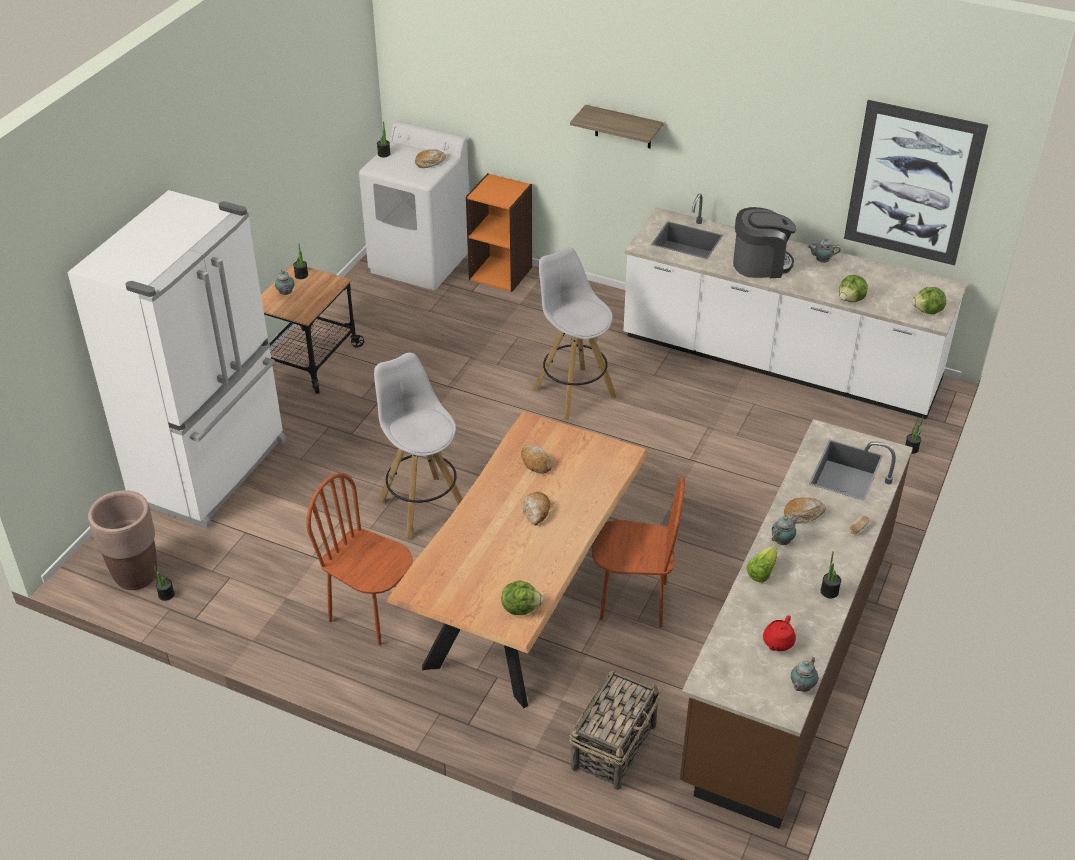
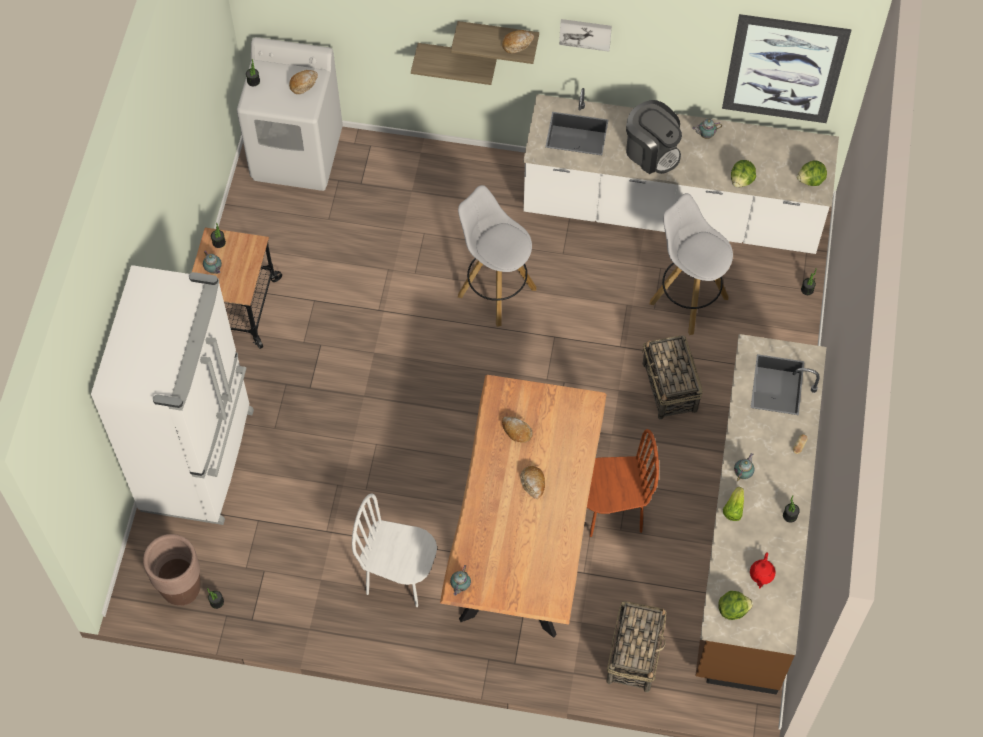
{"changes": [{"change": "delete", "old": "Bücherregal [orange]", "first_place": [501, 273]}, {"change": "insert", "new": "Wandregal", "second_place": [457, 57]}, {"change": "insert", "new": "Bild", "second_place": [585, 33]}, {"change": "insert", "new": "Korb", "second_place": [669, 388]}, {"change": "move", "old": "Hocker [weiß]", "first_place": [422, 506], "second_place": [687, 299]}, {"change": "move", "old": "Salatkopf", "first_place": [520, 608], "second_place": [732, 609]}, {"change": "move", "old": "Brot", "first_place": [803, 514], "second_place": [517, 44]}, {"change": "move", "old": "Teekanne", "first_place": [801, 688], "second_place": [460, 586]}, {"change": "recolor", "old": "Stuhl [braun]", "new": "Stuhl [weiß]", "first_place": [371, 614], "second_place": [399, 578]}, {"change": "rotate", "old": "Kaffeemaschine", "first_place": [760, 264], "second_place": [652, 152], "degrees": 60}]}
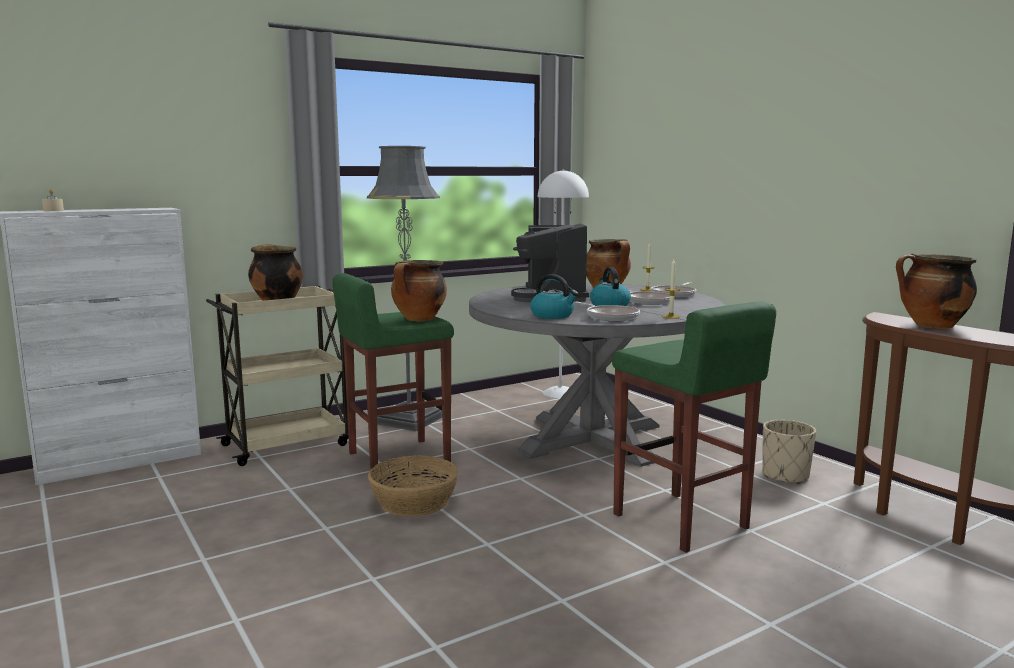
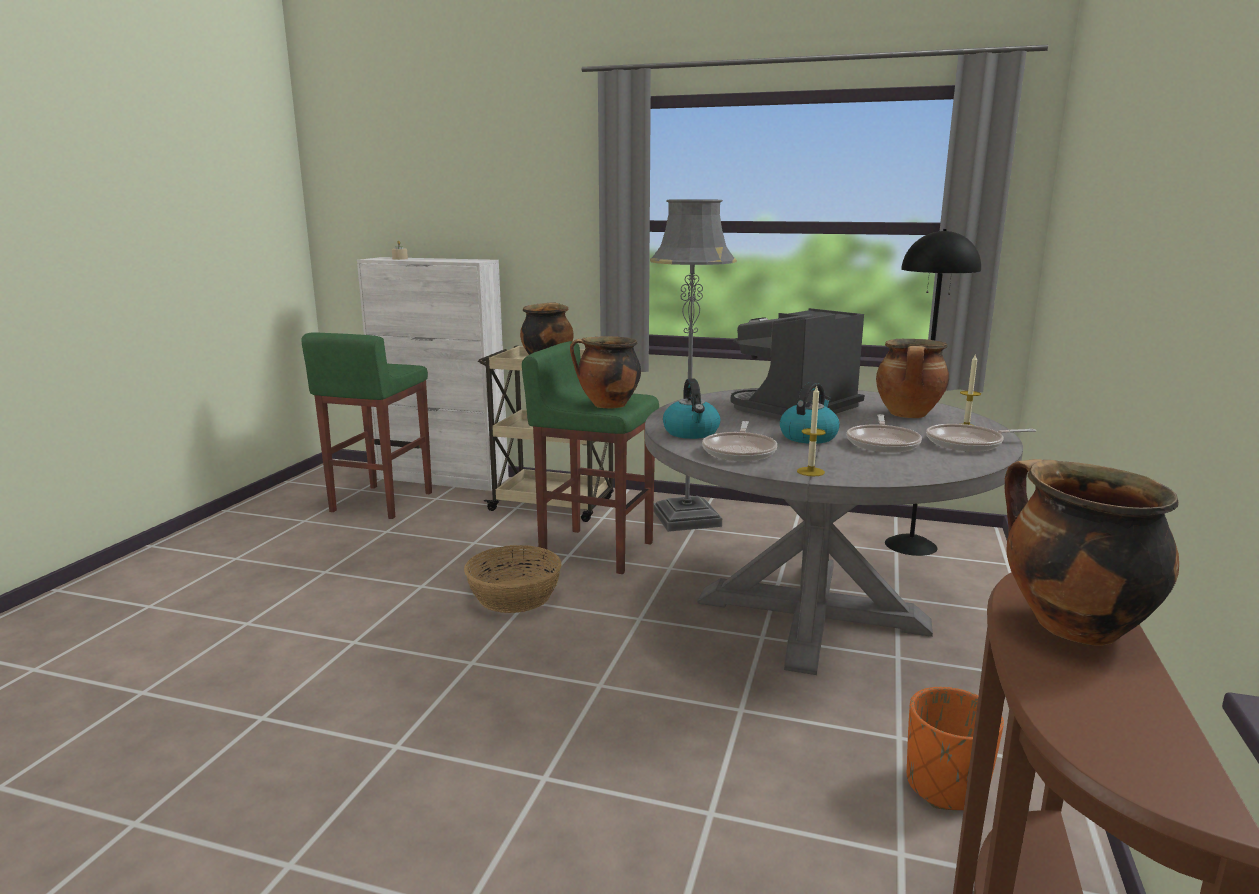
{"changes": [{"change": "move", "old": "Hocker [grün]", "first_place": [680, 522], "second_place": [380, 502]}, {"change": "recolor", "old": "Stehlampe [weiß]", "new": "Stehlampe [schwarz]", "first_place": [560, 393], "second_place": [911, 545]}, {"change": "recolor", "old": "Pflanzkübel [beige]", "new": "Pflanzkübel [orange]", "first_place": [786, 475], "second_place": [946, 787]}]}
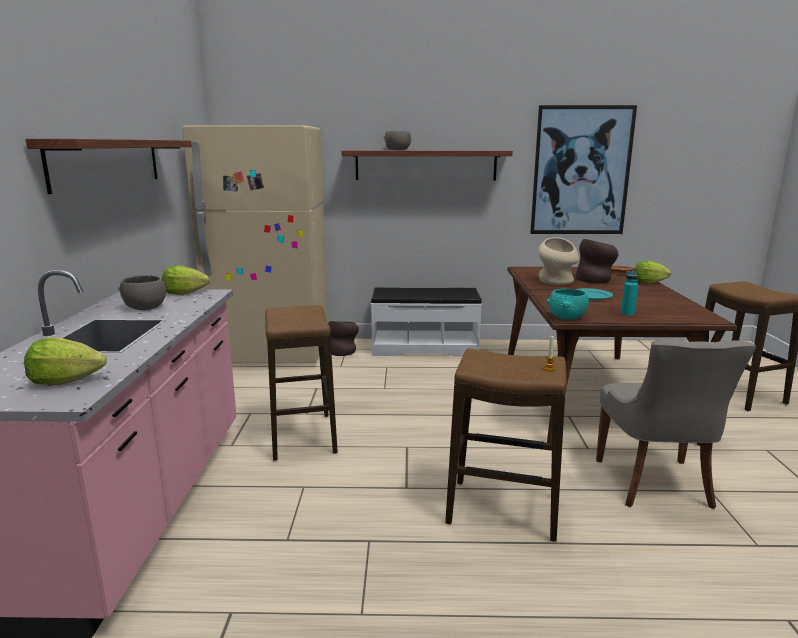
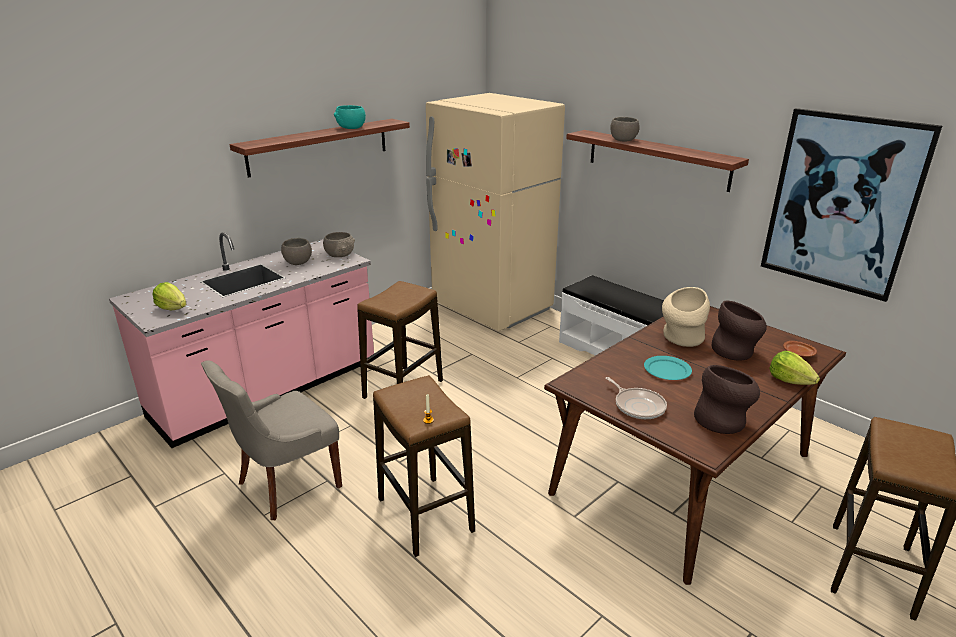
{"changes": [{"change": "move", "old": "Vase [braun]", "first_place": [343, 351], "second_place": [722, 420]}, {"change": "move", "old": "Schüssel [türkis]", "first_place": [567, 317], "second_place": [351, 127]}, {"change": "move", "old": "Stuhl [grau]", "first_place": [655, 484], "second_place": [286, 485]}, {"change": "replace", "old": "Salatkopf", "new": "Schüssel [grau]", "first_place": [184, 293], "second_place": [340, 255]}, {"change": "replace", "old": "Flasche [türkis]", "new": "Pfanne", "first_place": [627, 314], "second_place": [638, 406]}]}
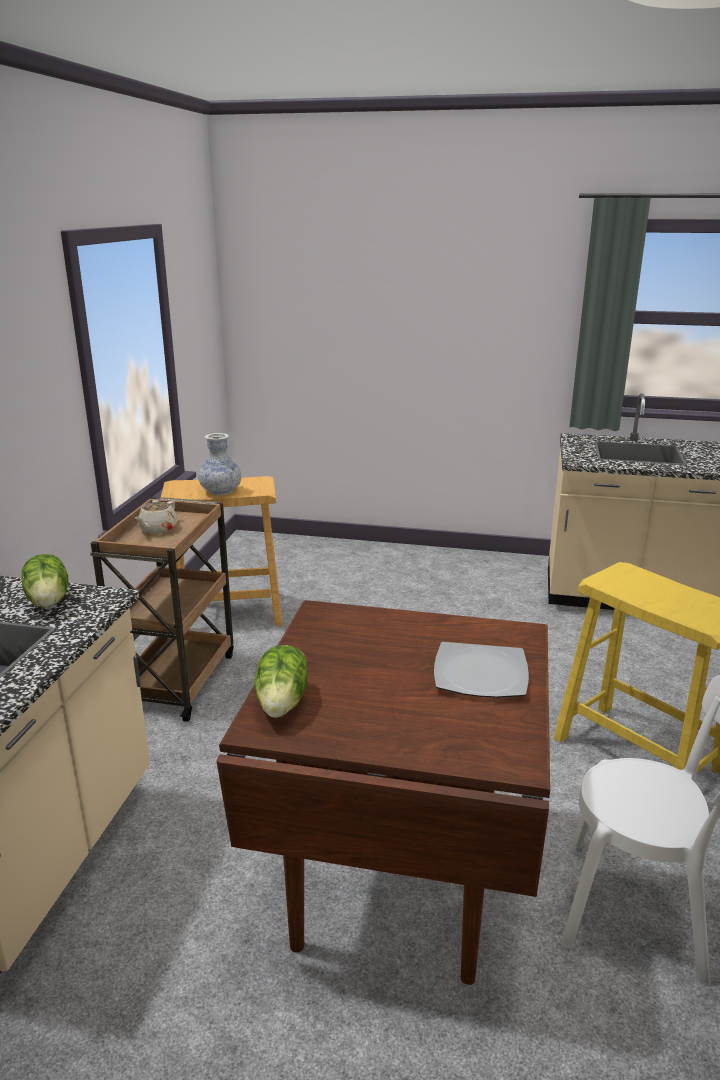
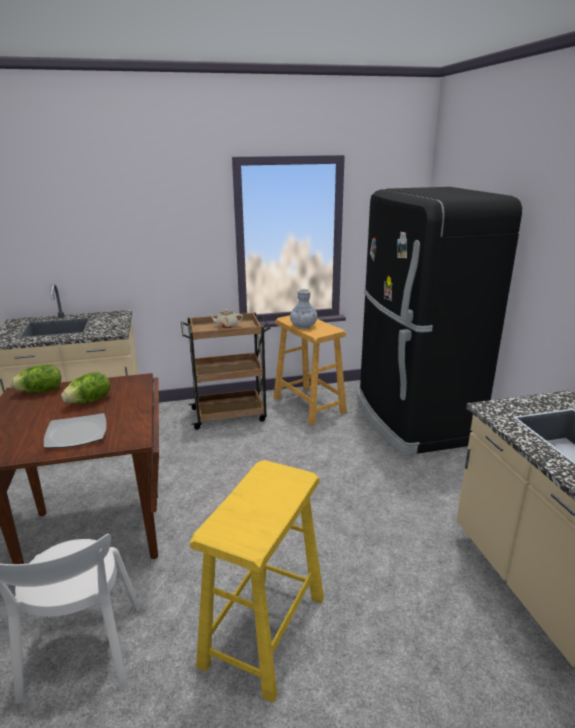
{"changes": [{"change": "insert", "new": "Kühlschrank [schwarz]", "second_place": [412, 420]}, {"change": "move", "old": "Salatkopf", "first_place": [49, 601], "second_place": [90, 401]}]}
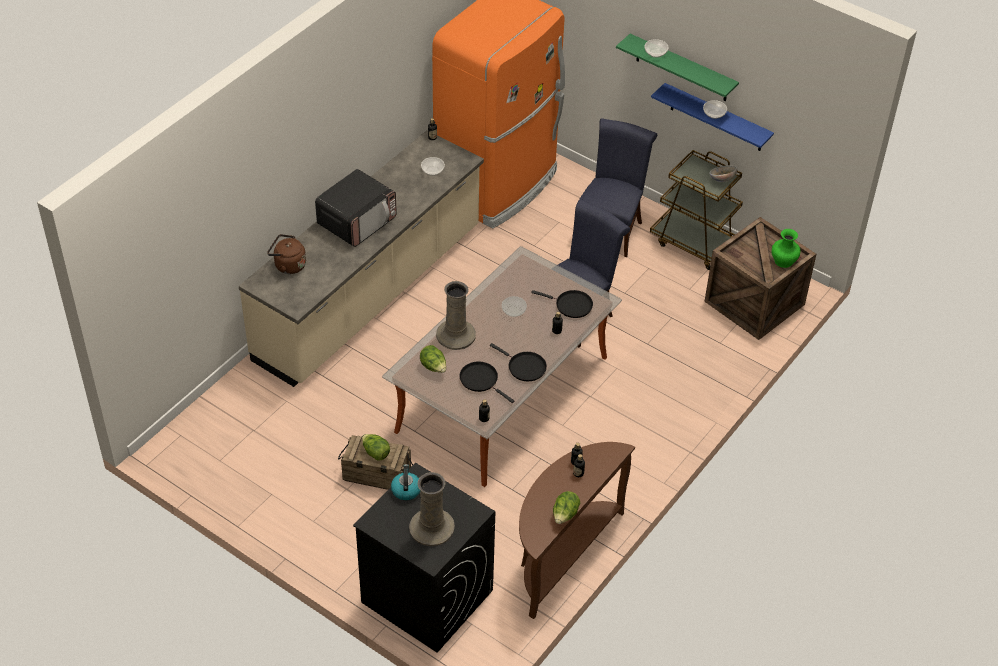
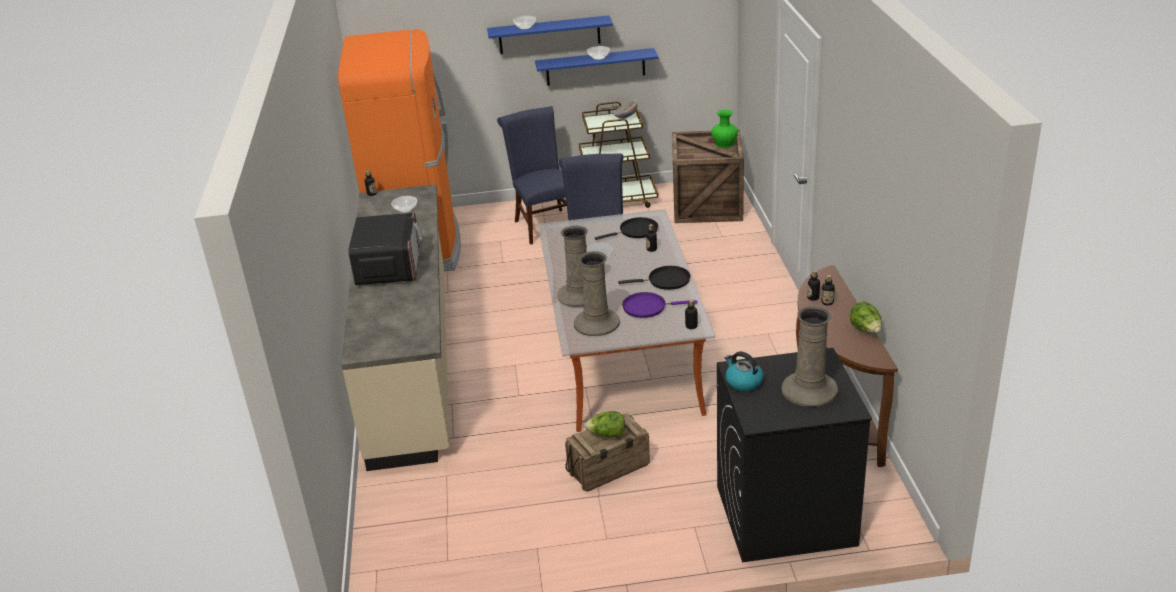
{"changes": [{"change": "delete", "old": "Wasserkessel [braun]", "first_place": [288, 265]}, {"change": "replace", "old": "Salatkopf", "new": "Vase [beige]", "first_place": [433, 367], "second_place": [596, 323]}, {"change": "recolor", "old": "Pfanne [schwarz]", "new": "Pfanne [lila]", "first_place": [481, 380], "second_place": [647, 307]}, {"change": "recolor", "old": "Wandregal [grün]", "new": "Wandregal [blau]", "first_place": [682, 68], "second_place": [549, 35]}]}
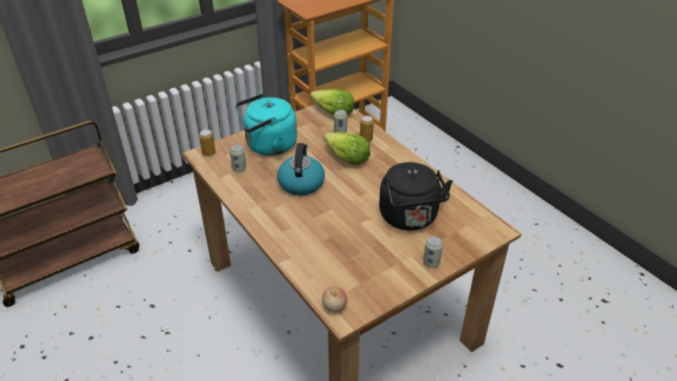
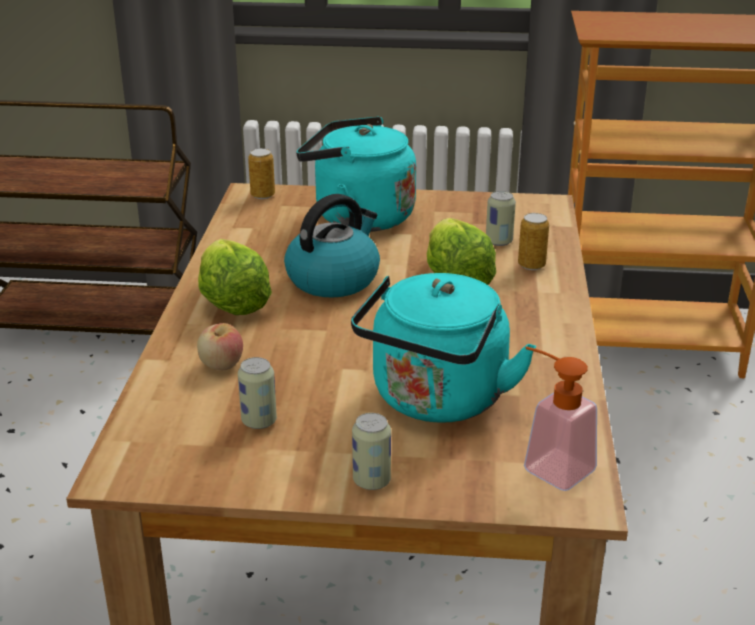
{"changes": [{"change": "insert", "new": "Seifenspender", "second_place": [549, 465]}, {"change": "move", "old": "Dose", "first_place": [239, 169], "second_place": [259, 421]}, {"change": "move", "old": "Salatkopf", "first_place": [333, 113], "second_place": [232, 300]}, {"change": "move", "old": "Apfel", "first_place": [334, 307], "second_place": [221, 365]}, {"change": "recolor", "old": "Wasserkessel [schwarz]", "new": "Wasserkessel [türkis]", "first_place": [410, 218], "second_place": [436, 401]}]}
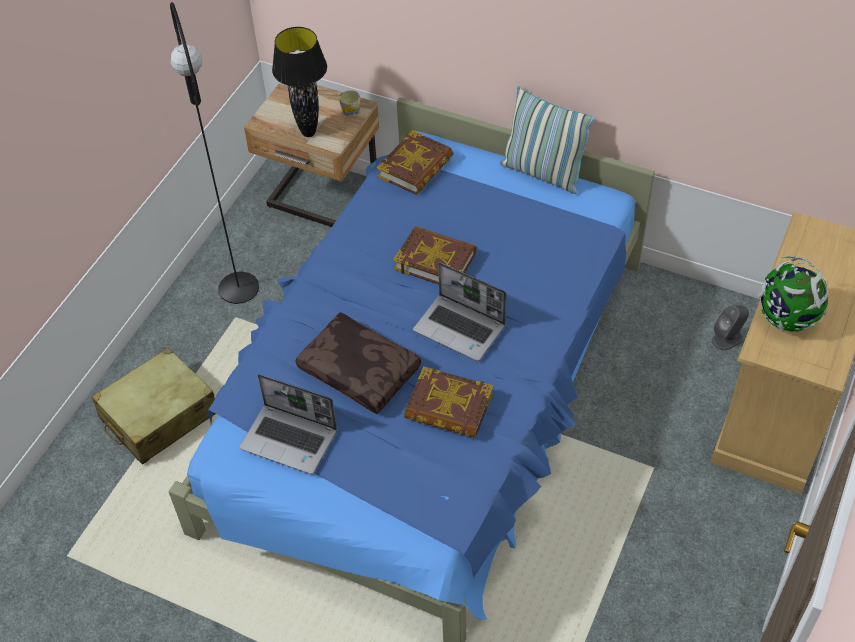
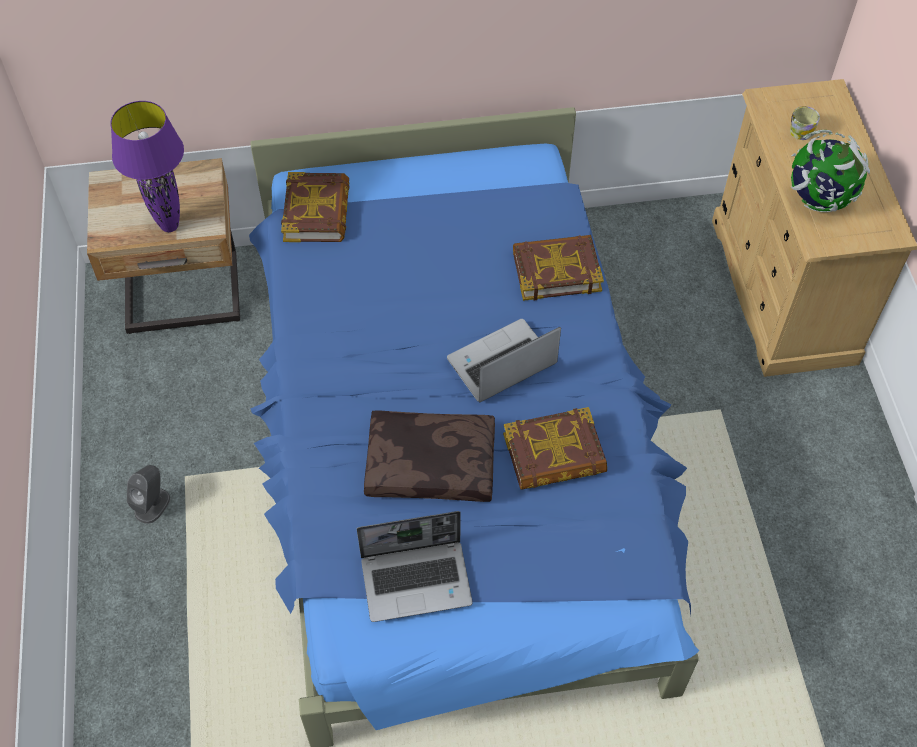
{"changes": [{"change": "delete", "old": "Koffer [beige]", "first_place": [158, 416]}, {"change": "delete", "old": "Stehlampe [schwarz]", "first_place": [238, 287]}, {"change": "delete", "old": "Kissen", "first_place": [542, 173]}, {"change": "move", "old": "Henkelbecher", "first_place": [352, 109], "second_place": [799, 129]}, {"change": "move", "old": "Buch", "first_place": [435, 261], "second_place": [556, 271]}, {"change": "move", "old": "Lautsprecher [grau]", "first_place": [727, 338], "second_place": [152, 505]}, {"change": "recolor", "old": "Tischlampe [schwarz]", "new": "Tischlampe [lila]", "first_place": [308, 133], "second_place": [170, 226]}, {"change": "rotate", "old": "Laptop", "first_place": [460, 328], "second_place": [501, 364], "degrees": 150}]}
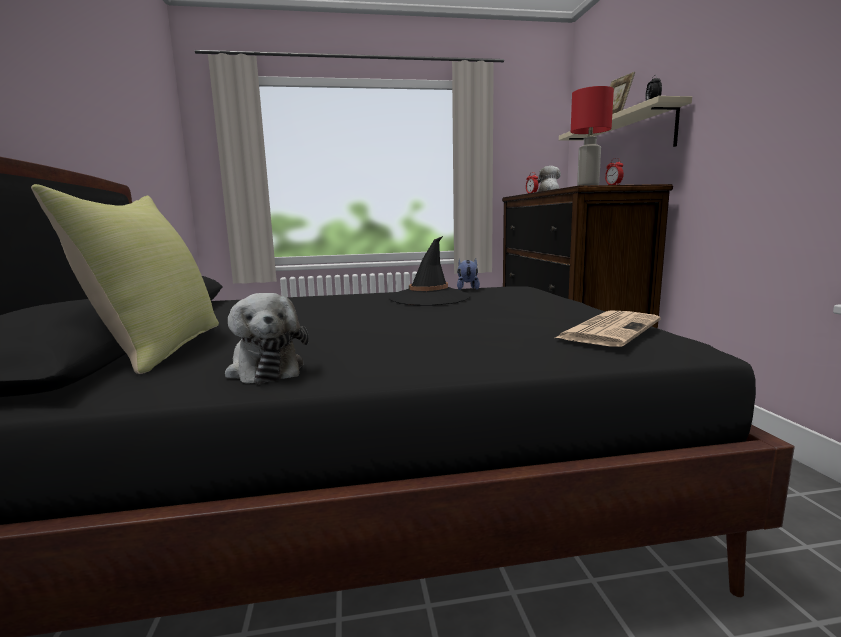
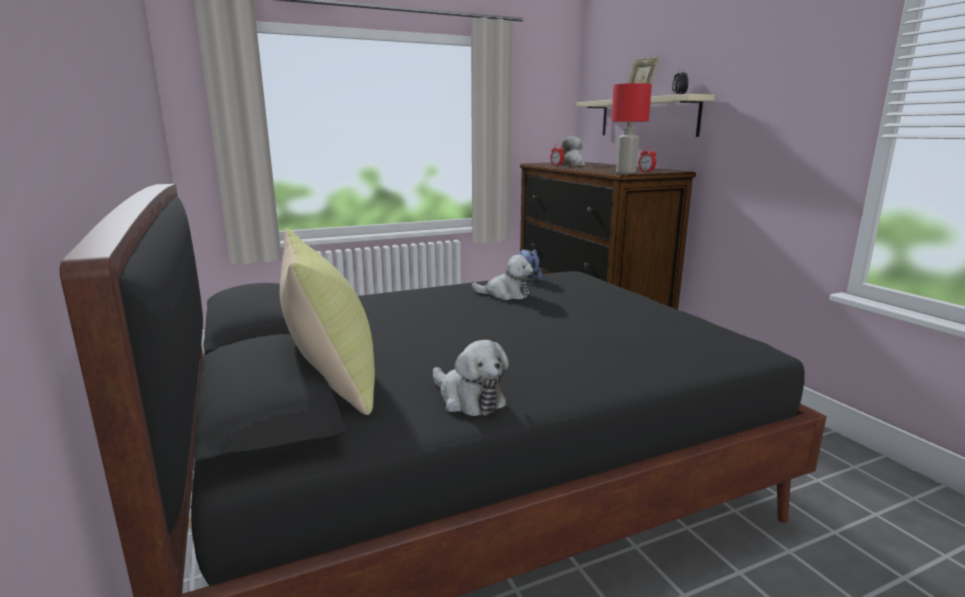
{"changes": [{"change": "delete", "old": "Zeitung", "first_place": [609, 329]}, {"change": "replace", "old": "Hut [schwarz]", "new": "Plüschtier", "first_place": [429, 298], "second_place": [506, 294]}]}
